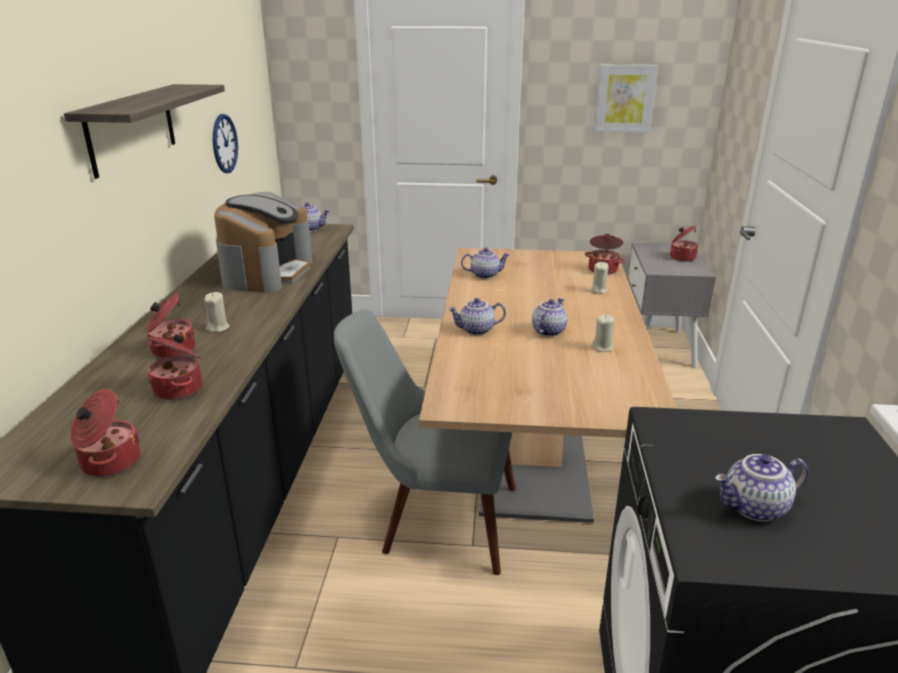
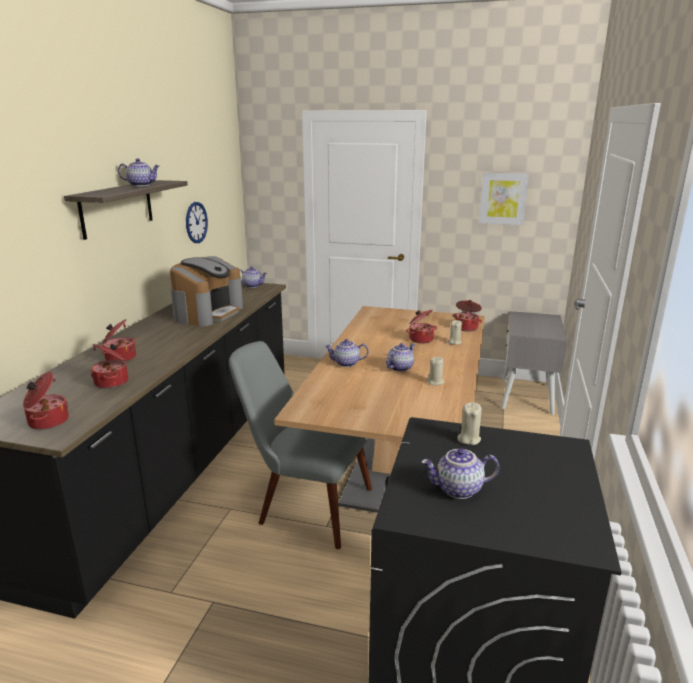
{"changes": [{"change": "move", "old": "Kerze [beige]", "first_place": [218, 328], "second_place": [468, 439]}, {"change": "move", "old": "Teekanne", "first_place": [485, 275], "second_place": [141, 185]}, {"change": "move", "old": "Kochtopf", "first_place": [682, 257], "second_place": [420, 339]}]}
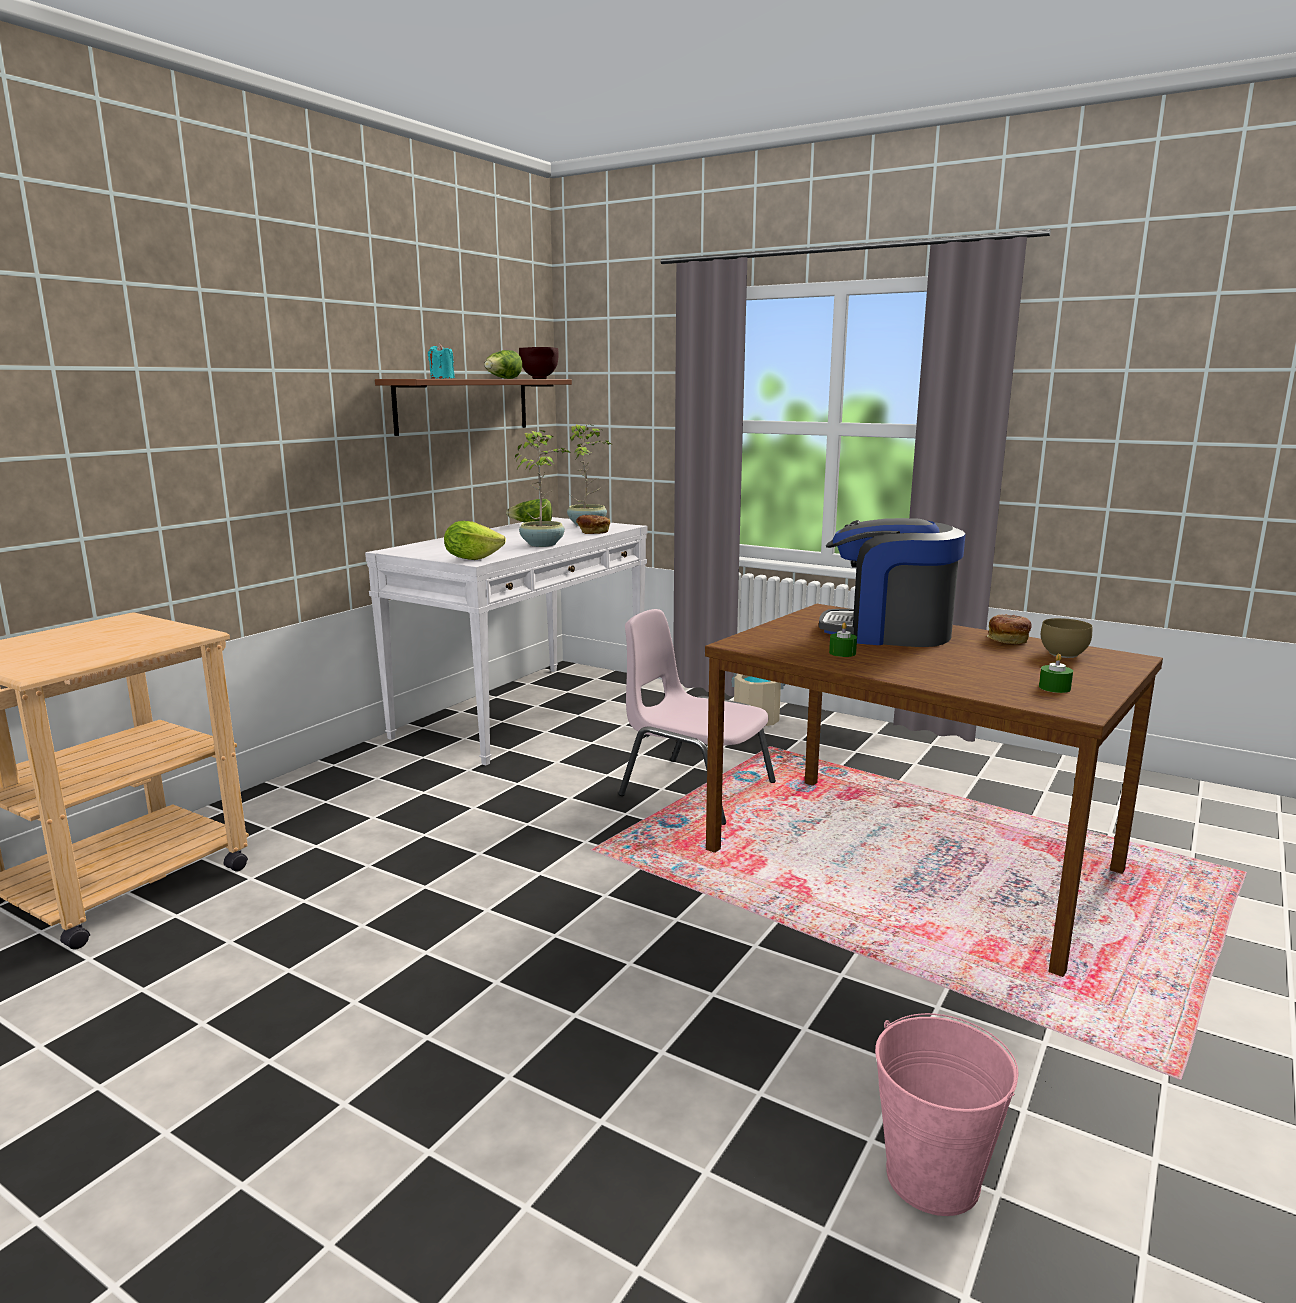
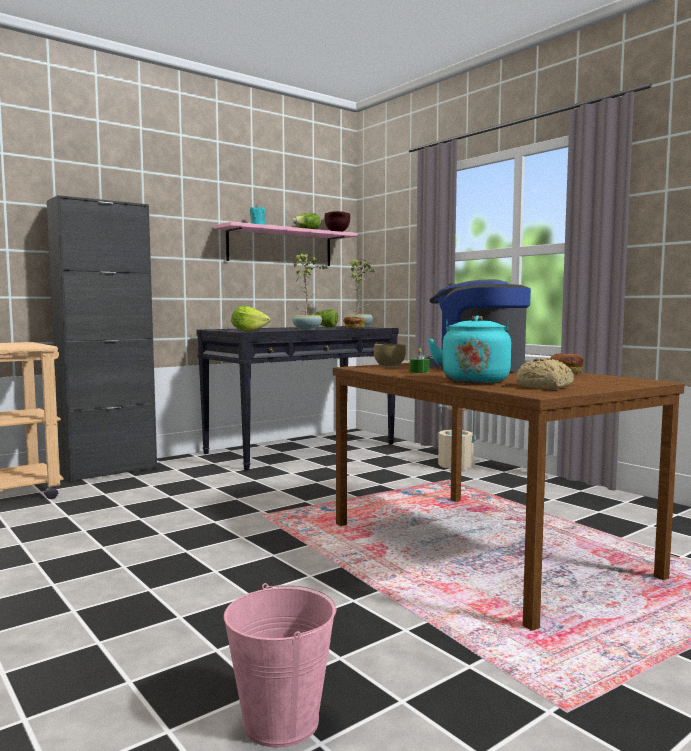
{"changes": [{"change": "delete", "old": "Stuhl [rosa]", "first_place": [695, 789]}, {"change": "insert", "new": "Schrank [schwarz]", "second_place": [109, 471]}, {"change": "insert", "new": "Wasserkessel [türkis]", "second_place": [474, 380]}, {"change": "move", "old": "Schüssel [braun]", "first_place": [1064, 655], "second_place": [389, 366]}, {"change": "replace", "old": "Kerze [grün]", "new": "Brot", "first_place": [1054, 688], "second_place": [545, 387]}, {"change": "recolor", "old": "Konsolentisch [weiß]", "new": "Konsolentisch [schwarz]", "first_place": [524, 710], "second_place": [302, 448]}, {"change": "recolor", "old": "Wandregal [braun]", "new": "Wandregal [rosa]", "first_place": [463, 405], "second_place": [280, 247]}]}
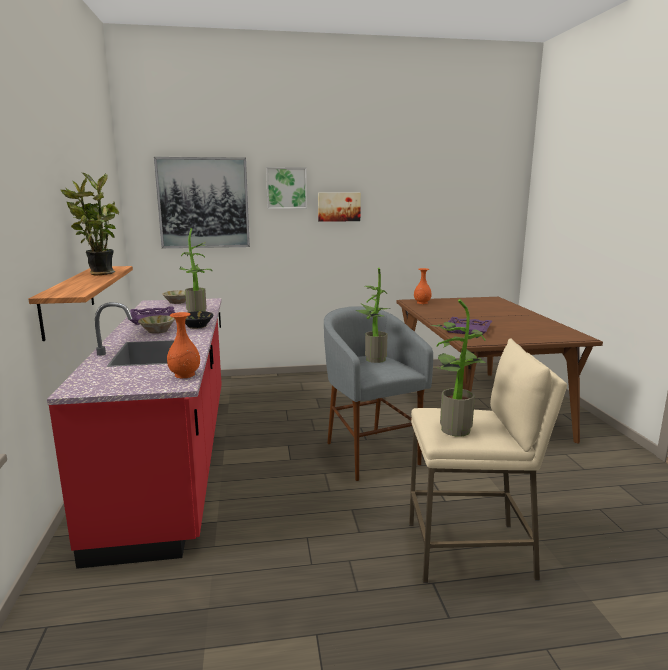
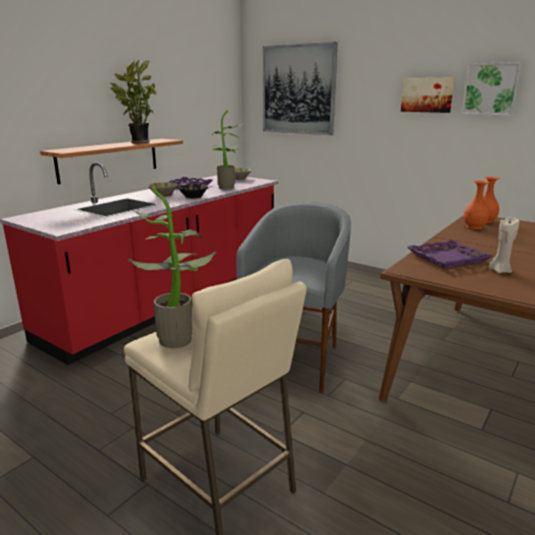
{"changes": [{"change": "delete", "old": "Topfpflanze", "first_place": [372, 359]}, {"change": "insert", "new": "Kerze [beige]", "second_place": [499, 271]}, {"change": "move", "old": "Vase [orange]", "first_place": [184, 375], "second_place": [474, 227]}, {"change": "move", "old": "Bild", "first_place": [286, 188], "second_place": [491, 89]}]}
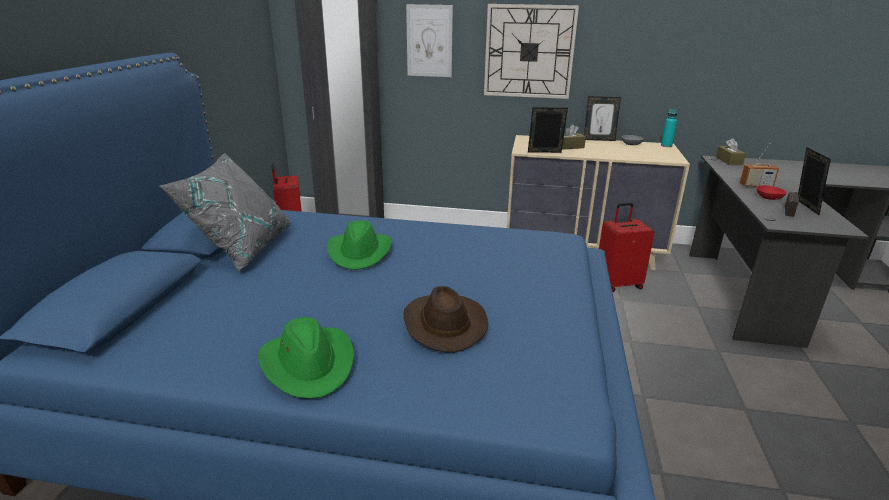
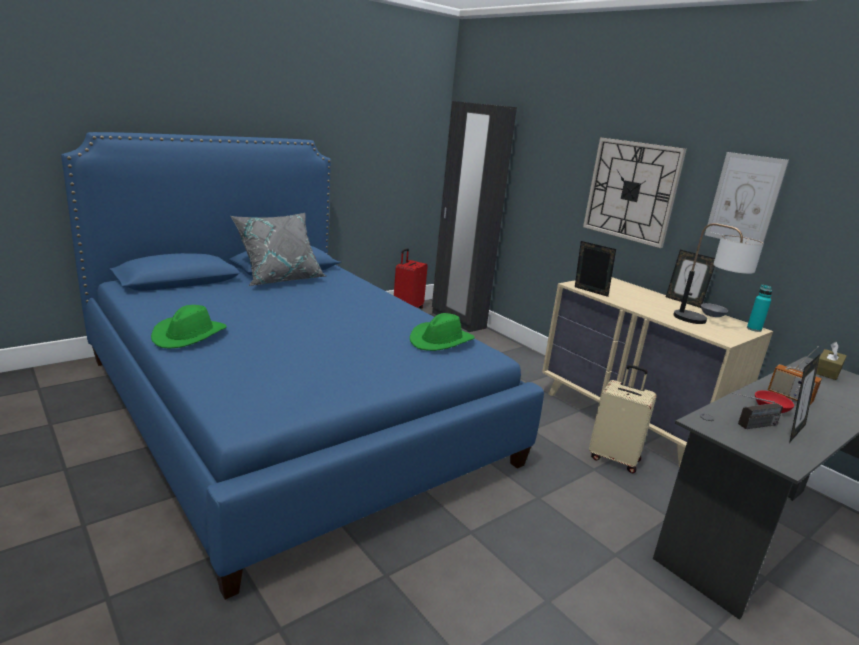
{"changes": [{"change": "delete", "old": "Hut [braun]", "first_place": [443, 324]}, {"change": "delete", "old": "Taschentuchbox [braun]", "first_place": [569, 147]}, {"change": "insert", "new": "Tischlampe", "second_place": [705, 323]}, {"change": "move", "old": "Hut [grün]", "first_place": [360, 252], "second_place": [441, 341]}, {"change": "move", "old": "Bild", "first_place": [429, 41], "second_place": [744, 199]}, {"change": "recolor", "old": "Koffer [rot]", "new": "Koffer [beige]", "first_place": [618, 284], "second_place": [614, 458]}]}
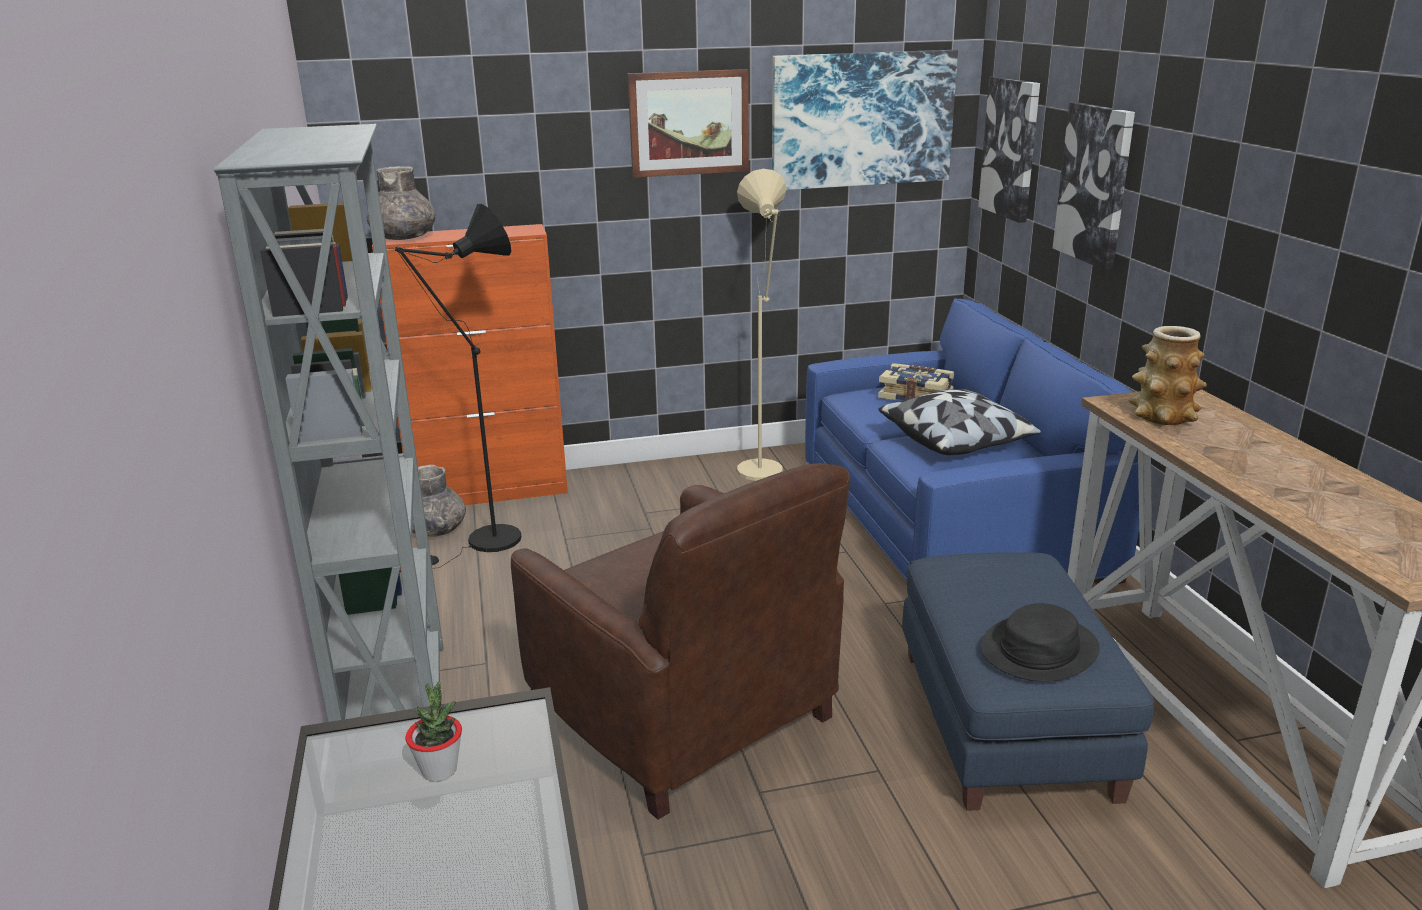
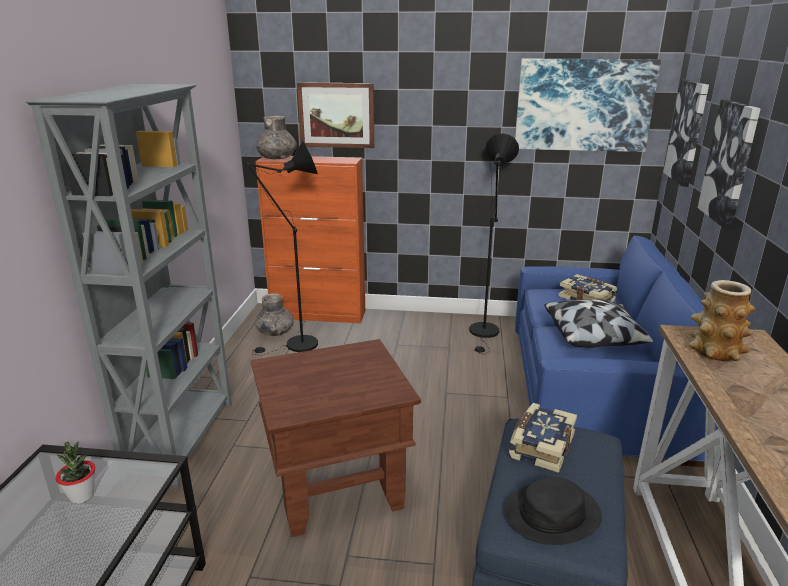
{"changes": [{"change": "insert", "new": "Buch", "second_place": [540, 446]}, {"change": "move", "old": "Bild", "first_place": [689, 123], "second_place": [336, 115]}, {"change": "replace", "old": "Sessel [braun]", "new": "Beistelltisch [braun]", "first_place": [686, 716], "second_place": [336, 487]}, {"change": "recolor", "old": "Stehlampe [beige]", "new": "Stehlampe [schwarz]", "first_place": [763, 475], "second_place": [484, 333]}]}
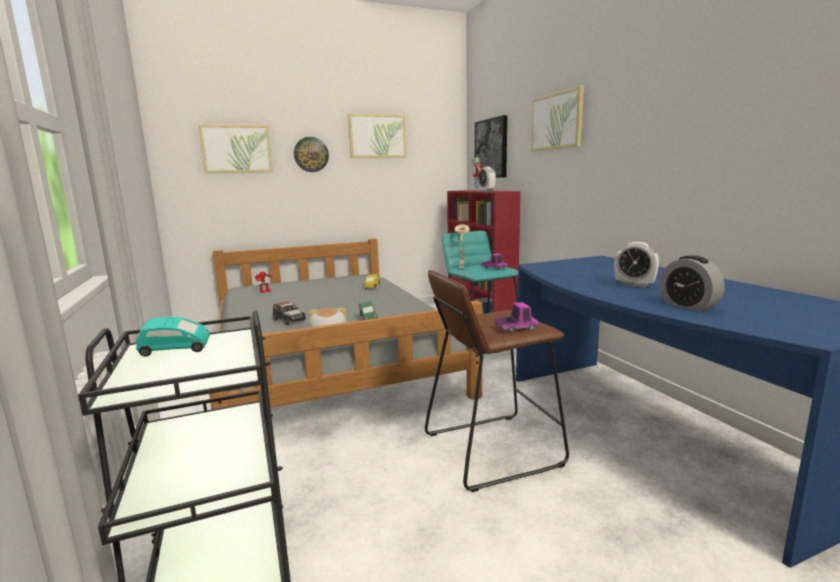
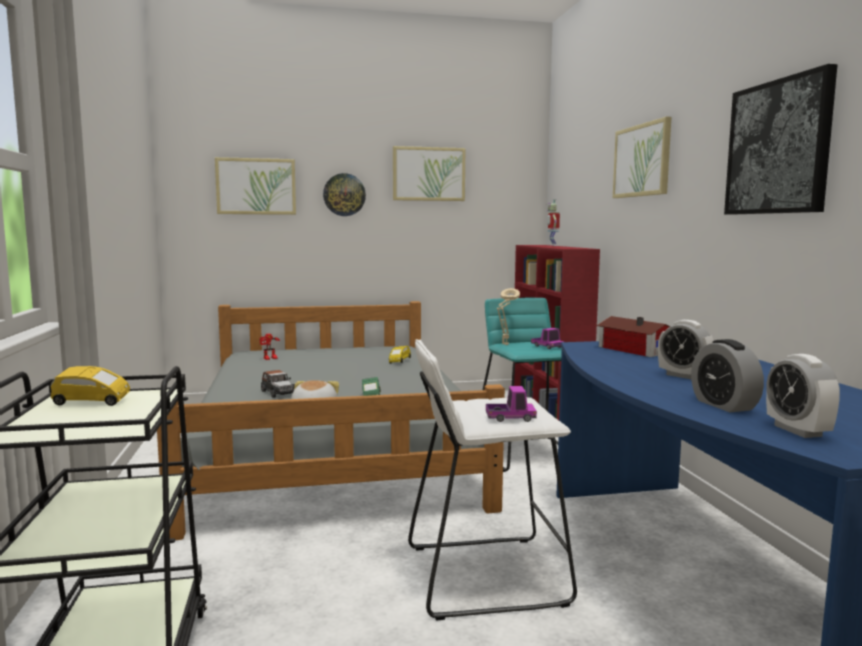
{"changes": [{"change": "insert", "new": "Spielzeughaus", "second_place": [635, 349]}, {"change": "move", "old": "Bild", "first_place": [491, 148], "second_place": [778, 147]}, {"change": "move", "old": "Wecker", "first_place": [486, 191], "second_place": [797, 430]}, {"change": "recolor", "old": "Spielzeugauto [türkis]", "new": "Spielzeugauto [gelb]", "first_place": [175, 350], "second_place": [91, 402]}, {"change": "recolor", "old": "Hocker [braun]", "new": "Hocker [weiß]", "first_place": [492, 449], "second_place": [485, 574]}]}
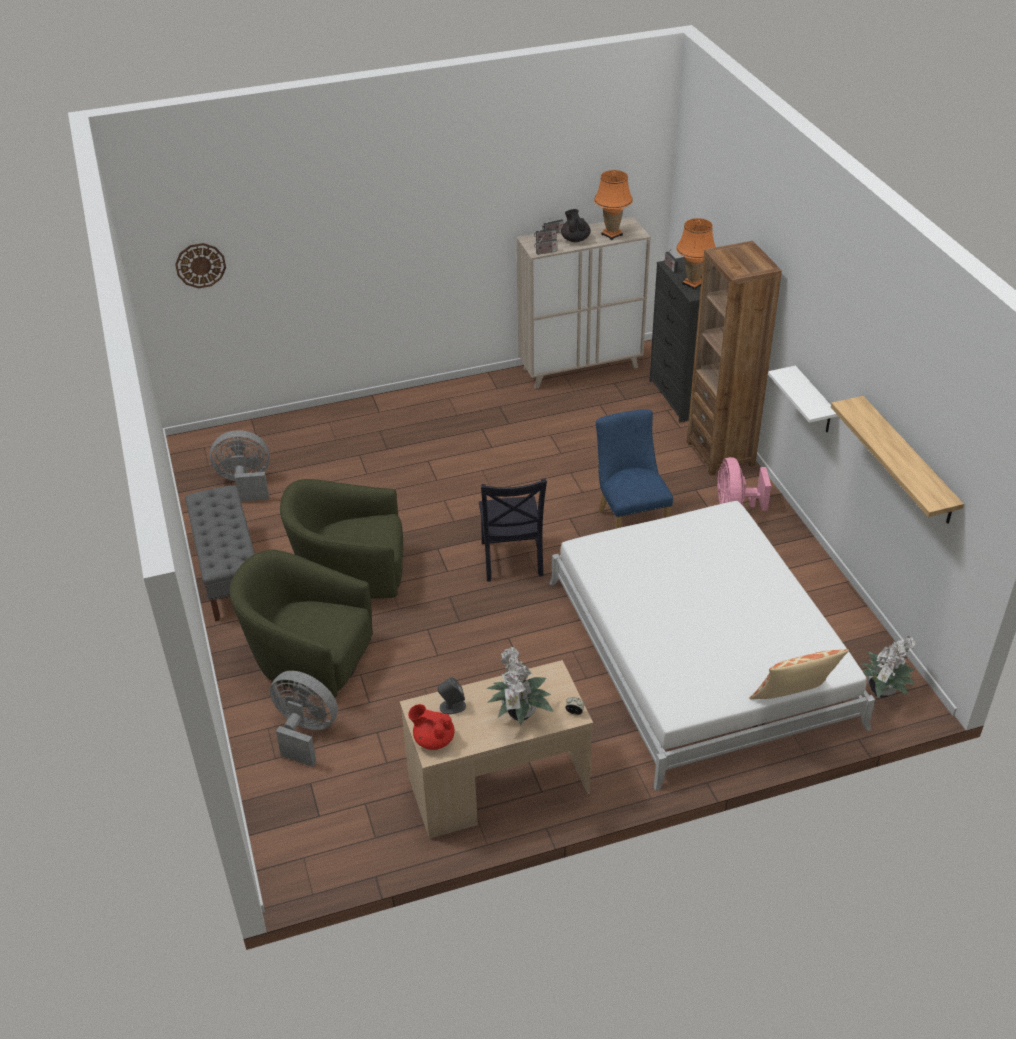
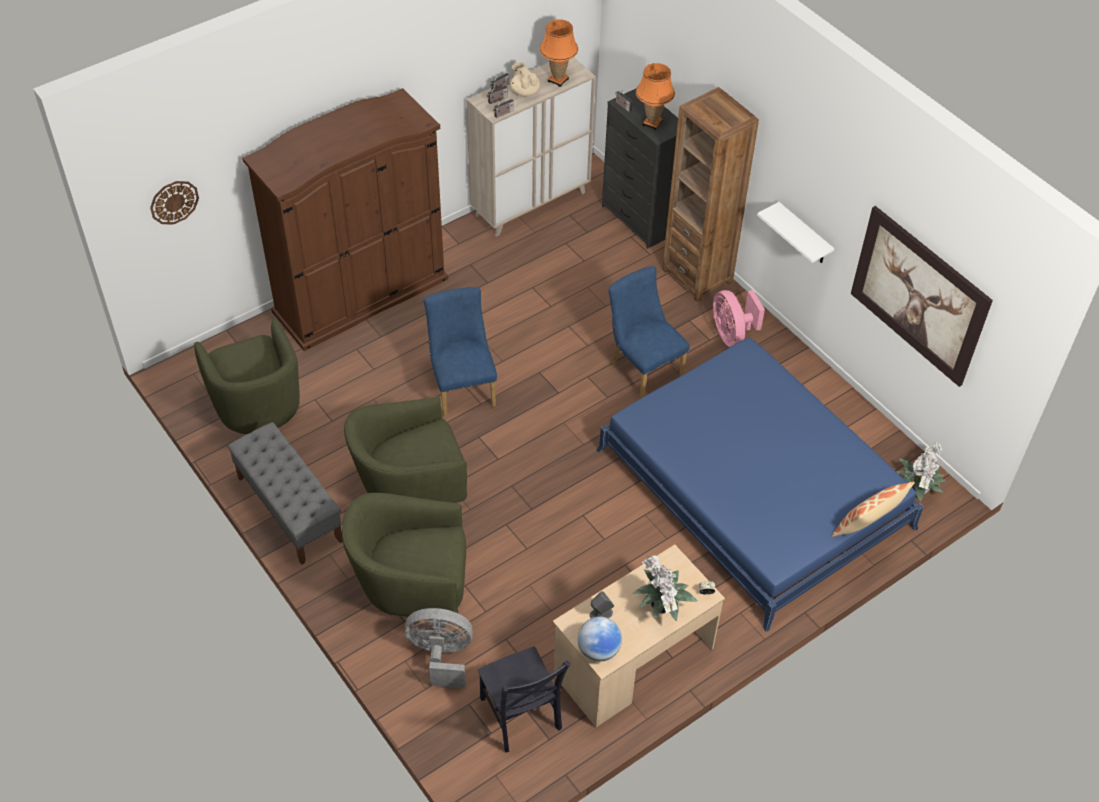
{"changes": [{"change": "insert", "new": "Kleiderschrank [braun]", "second_place": [360, 295]}, {"change": "insert", "new": "Stuhl [blau]", "second_place": [462, 386]}, {"change": "move", "old": "Stuhl [schwarz]", "first_place": [511, 561], "second_place": [521, 717]}, {"change": "replace", "old": "Ventilator [grau]", "new": "Sessel [grün]", "first_place": [246, 484], "second_place": [258, 406]}, {"change": "replace", "old": "Teekanne [rot]", "new": "Globus", "first_place": [433, 739], "second_place": [598, 650]}, {"change": "replace", "old": "Wandregal", "new": "Bild", "first_place": [907, 460], "second_place": [919, 295]}, {"change": "recolor", "old": "Bett [weiß]", "new": "Bett [blau]", "first_place": [700, 651], "second_place": [754, 488]}, {"change": "recolor", "old": "Teekanne [schwarz]", "new": "Teekanne [beige]", "first_place": [575, 239], "second_place": [525, 92]}]}
